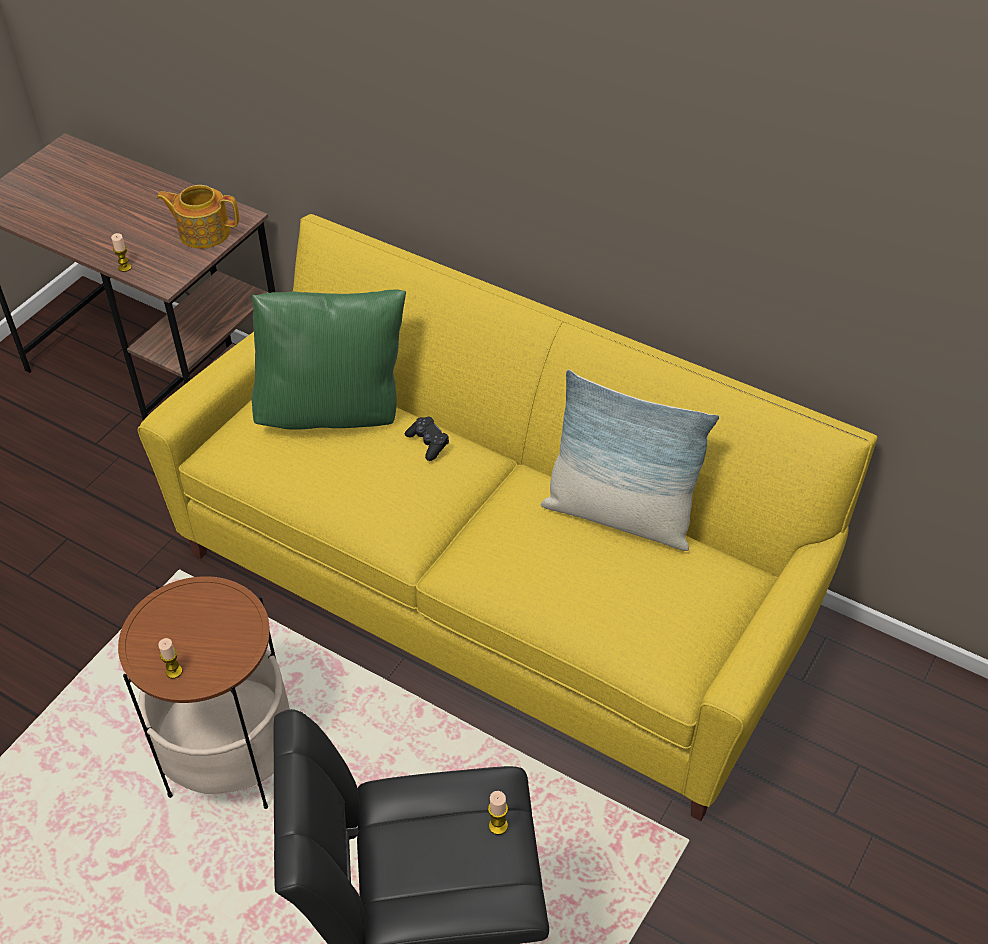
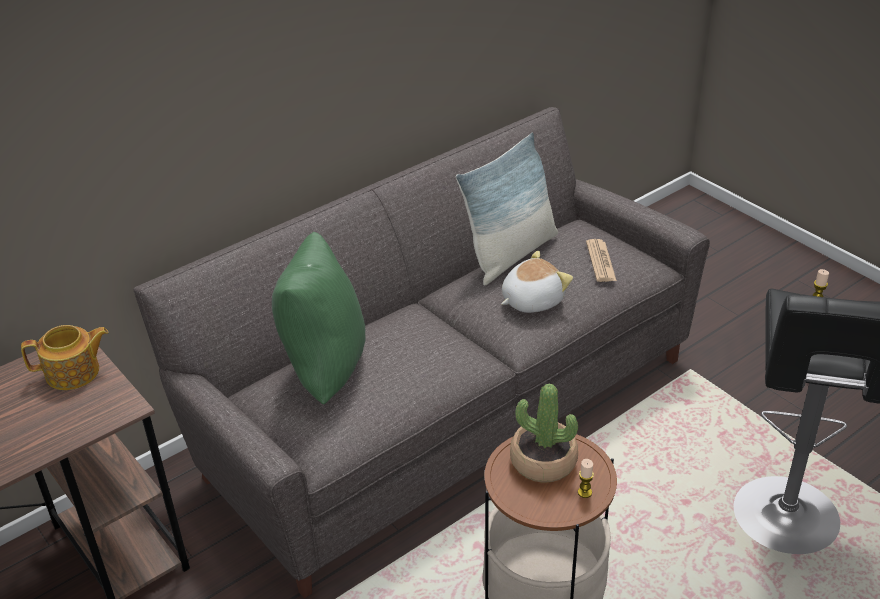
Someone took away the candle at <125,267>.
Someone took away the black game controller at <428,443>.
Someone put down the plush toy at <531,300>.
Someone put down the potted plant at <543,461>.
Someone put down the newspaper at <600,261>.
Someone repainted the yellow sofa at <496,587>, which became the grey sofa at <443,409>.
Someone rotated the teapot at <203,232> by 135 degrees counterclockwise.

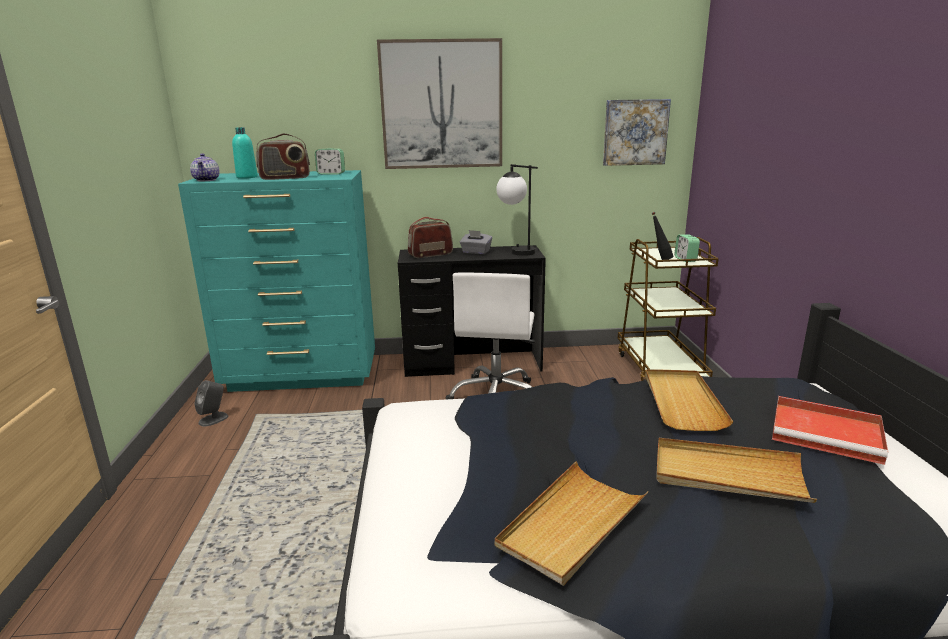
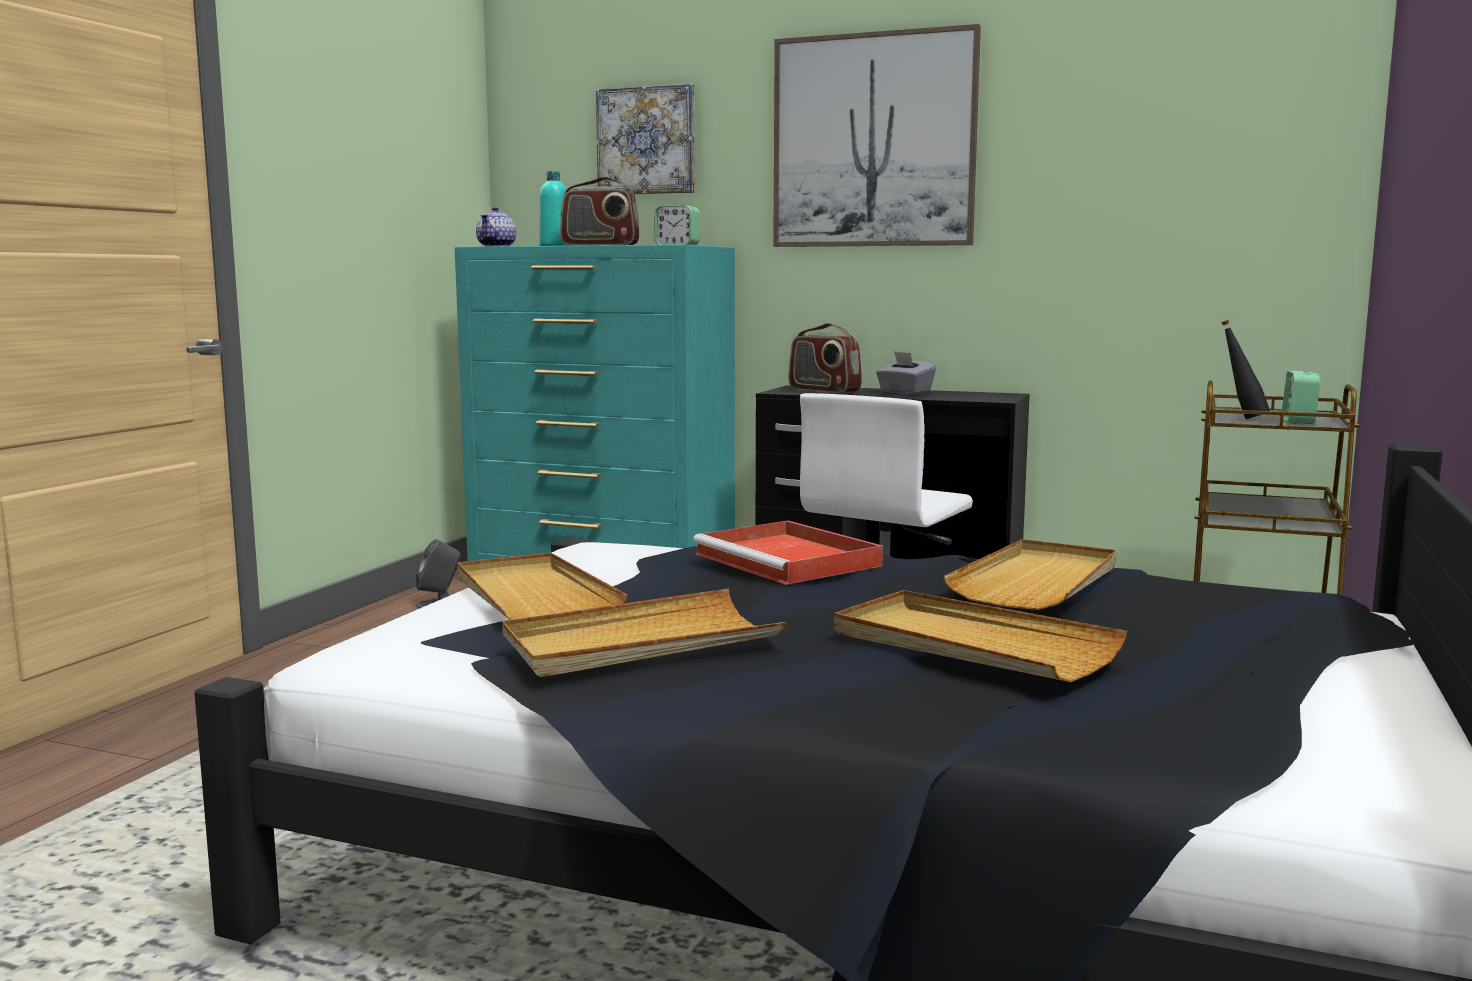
Someone took away the table lamp at <515,251>.
Someone put down the beige tray at <533,596>.
Someone carried the picture from <635,132> to <647,141>.
Someone carried the red tray from <828,433> to <790,560>.
Someone rotated the radio at <430,254> by 135 degrees counterclockwise.

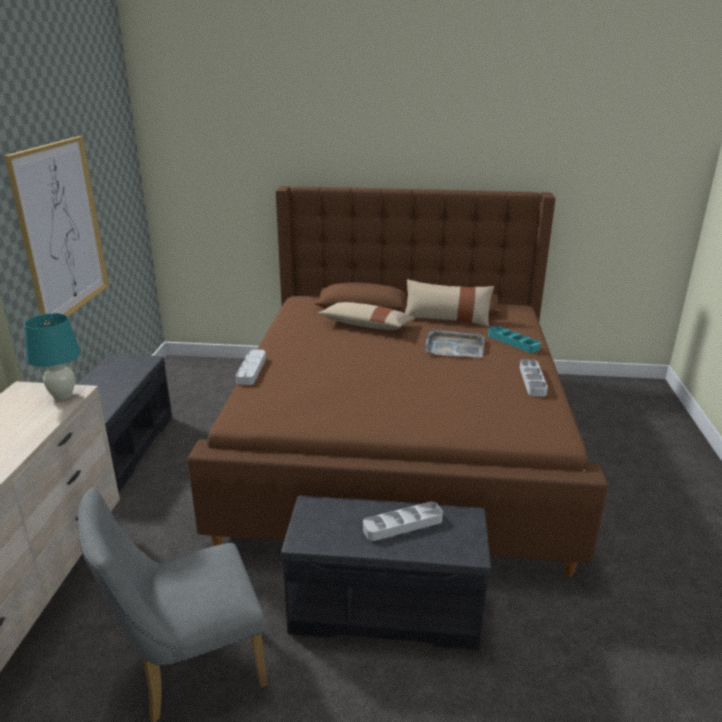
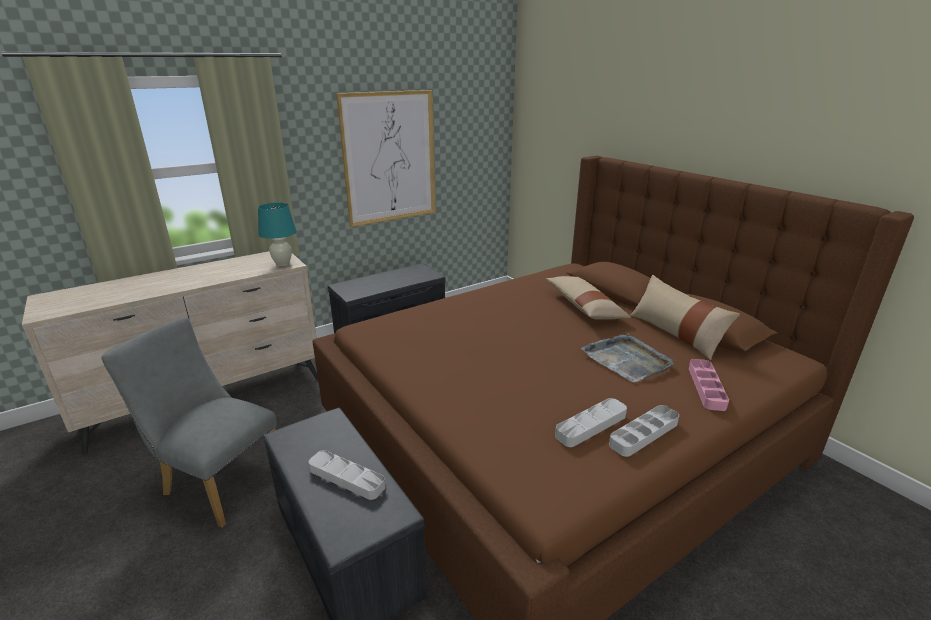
Someone carried the grey tray from <251,370> to <591,426>.
Someone repainted the turquoise tray at <513,342>, which became the pink tray at <706,387>.

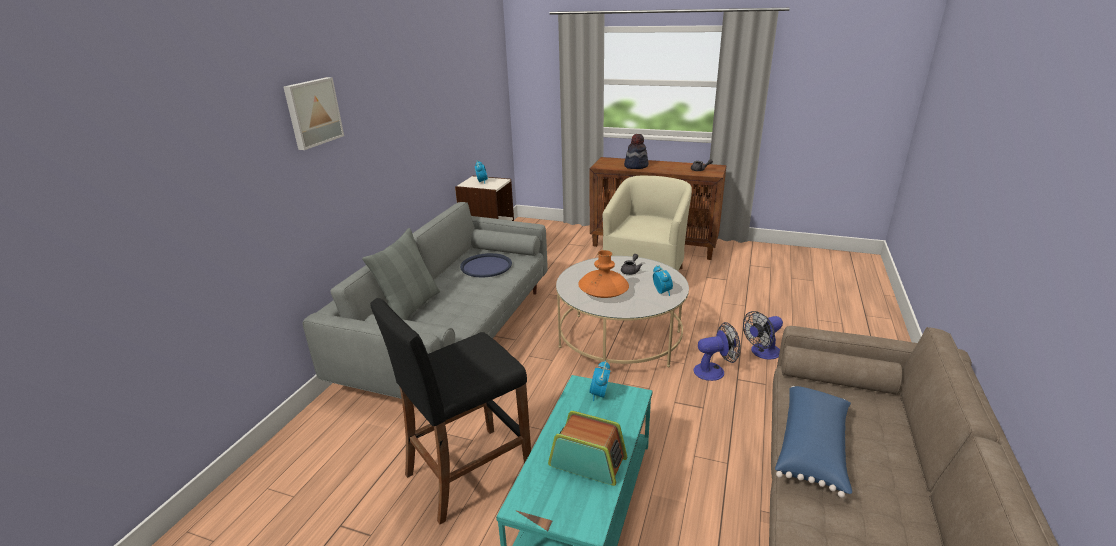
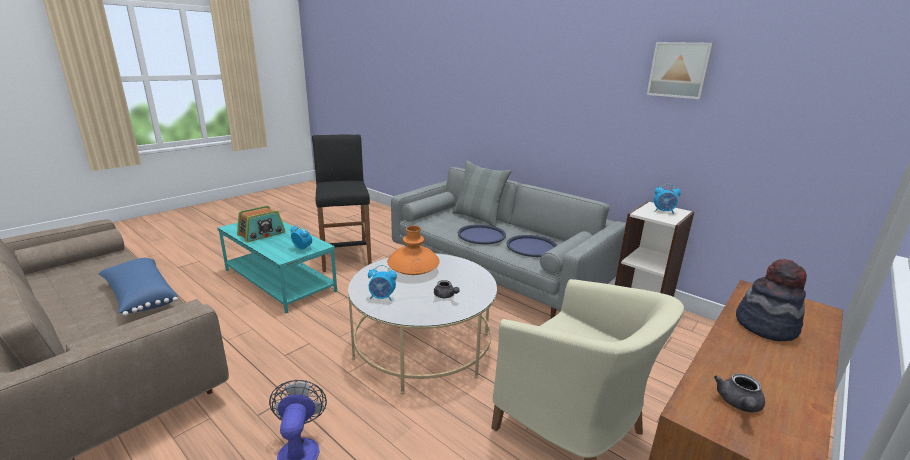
Someone took away the fan at <714,370>.
Someone put down the blue tray at <481,235>.
Someone carried the picture from <312,112> to <679,70>.

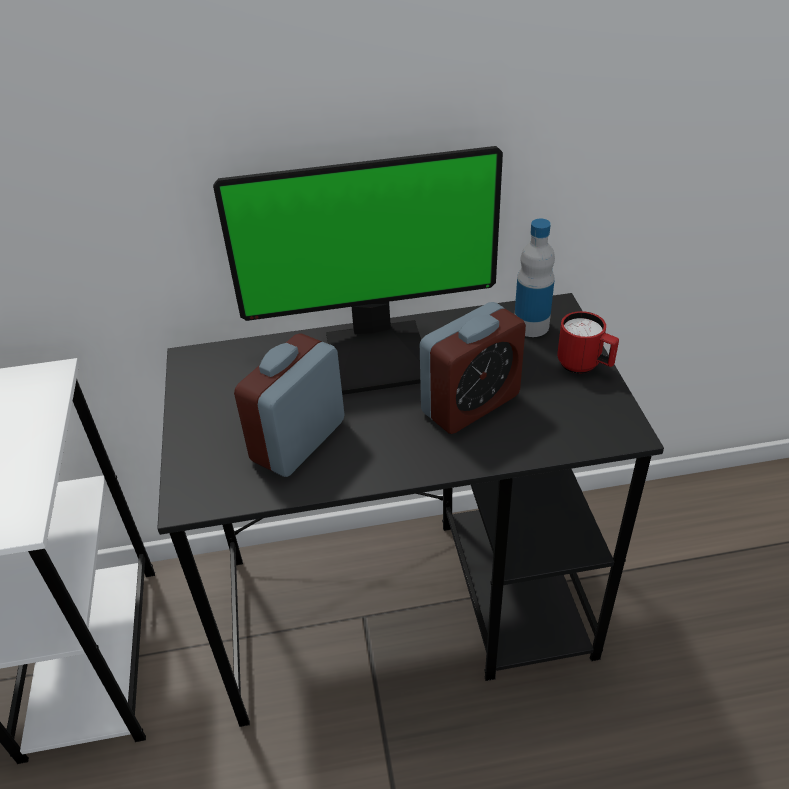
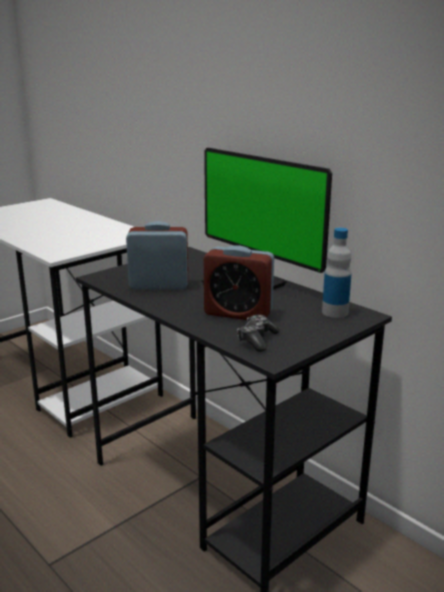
Someone took away the red mug at <584,366>.
Someone put down the game controller at <257,340>.

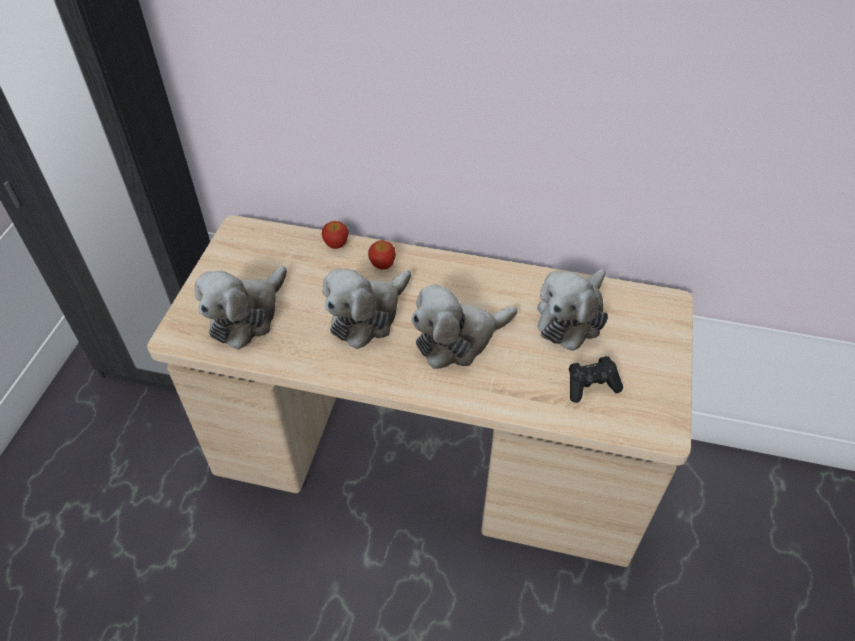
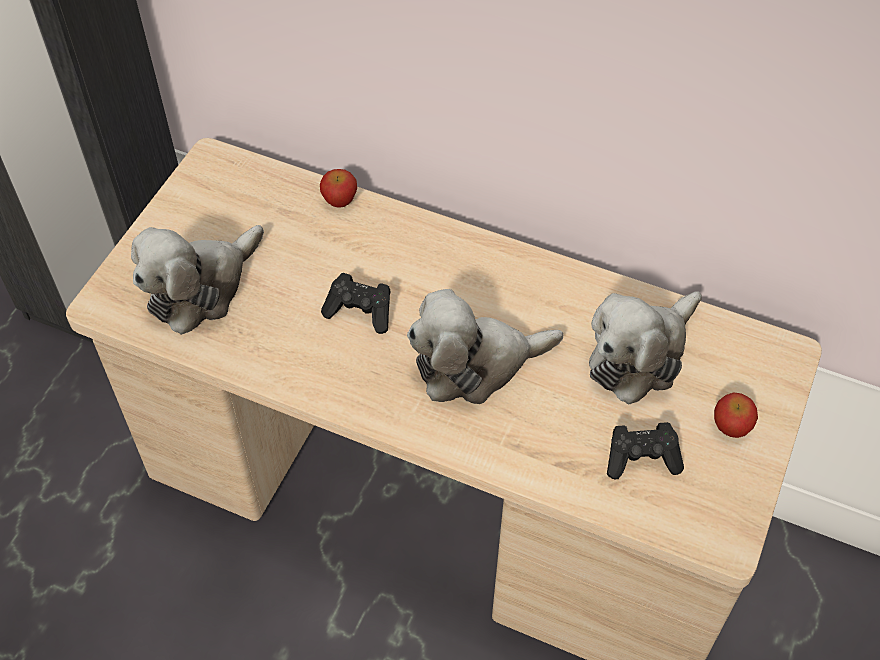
Someone carried the apple from <382,264> to <730,426>.
Someone swapped the plush toy at <368,316> for the black game controller at <360,311>.

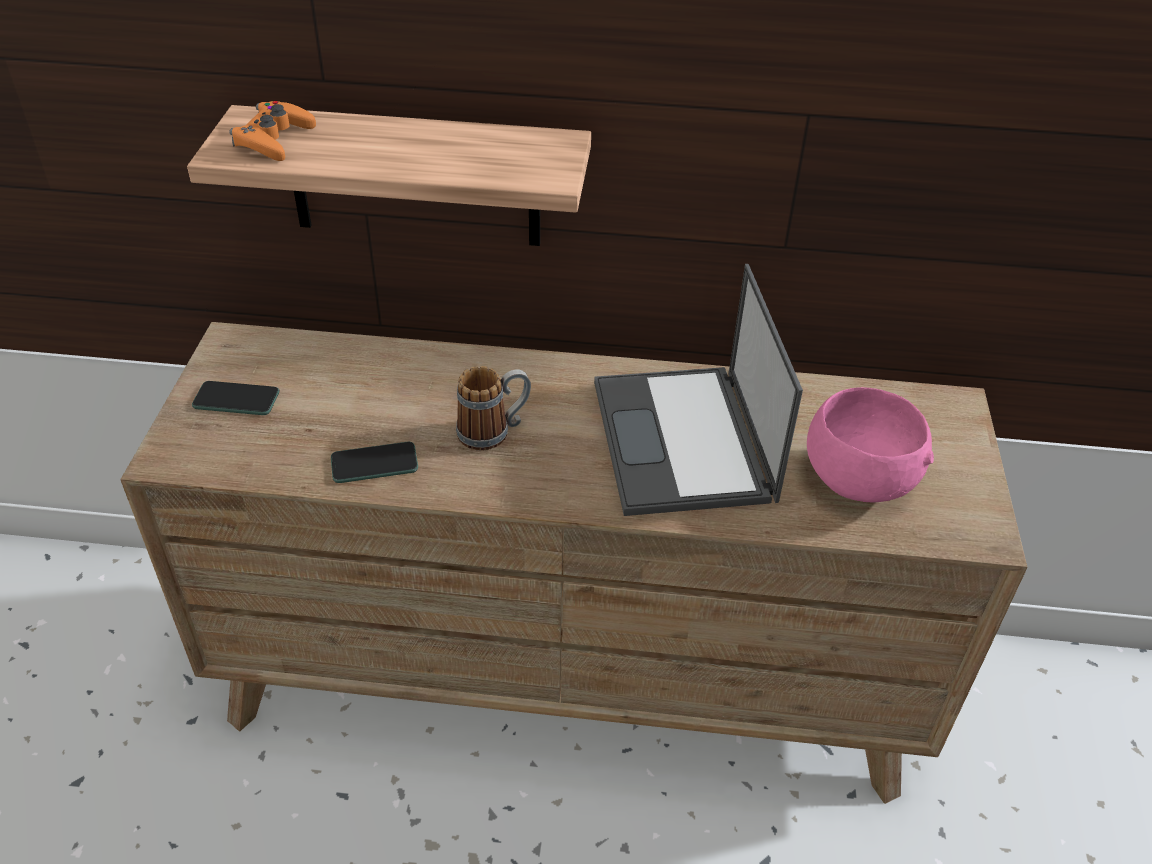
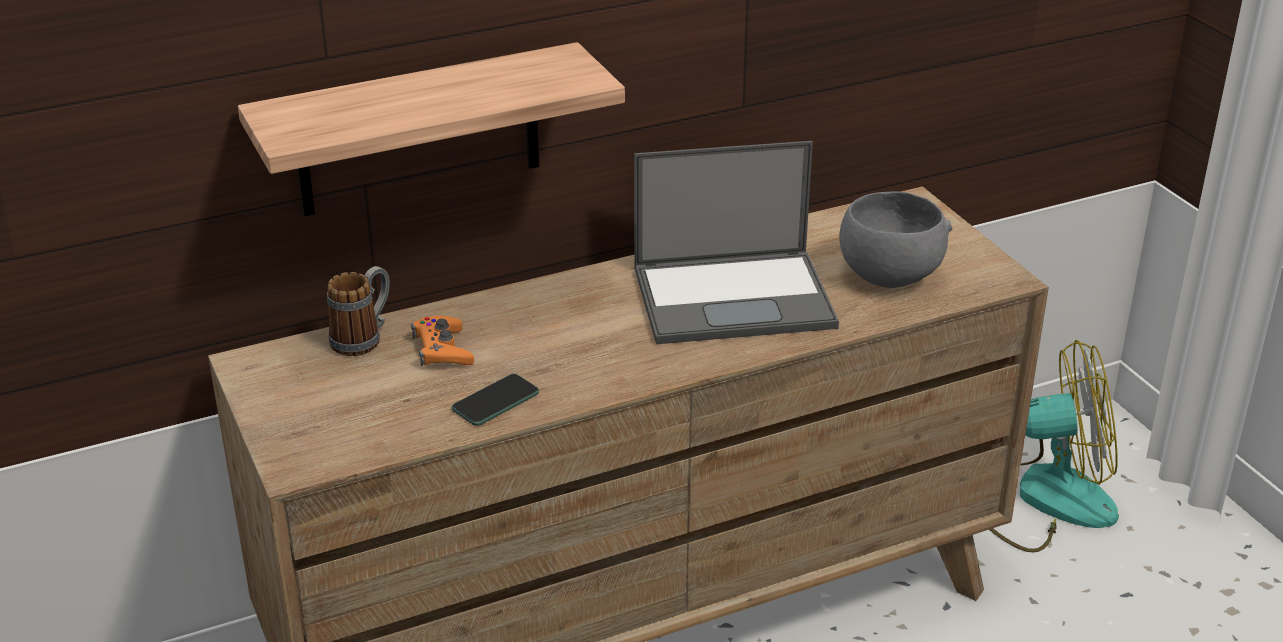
Someone took away the phone at <236,399>.
Someone put down the fan at <1041,498>.
Someone carried the orange game controller from <274,139> to <442,350>.
Someone carried the mug from <494,431> to <363,338>.
Someone repainted the pink bowl at <856,480>, which became the grey bowl at <887,276>.
Someone rotated the laptop at <683,442> by 60 degrees counterclockwise.

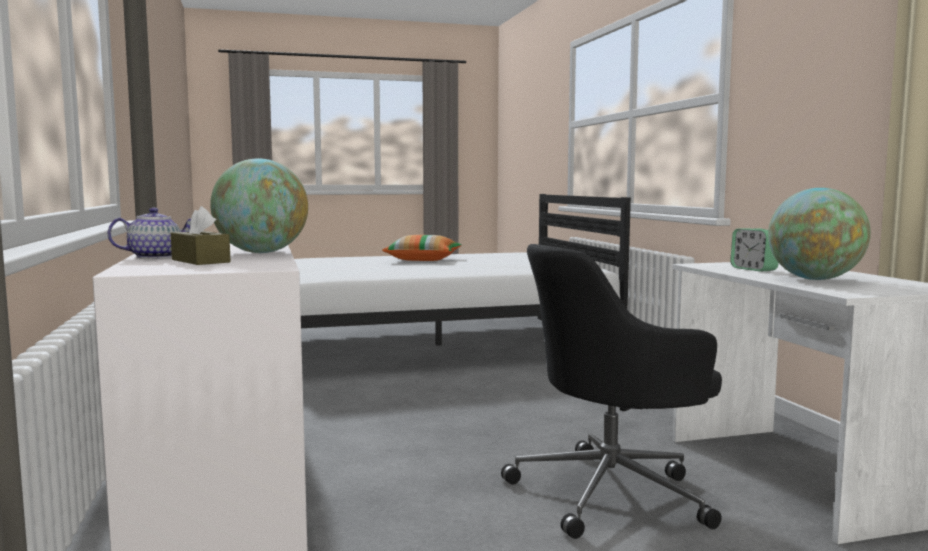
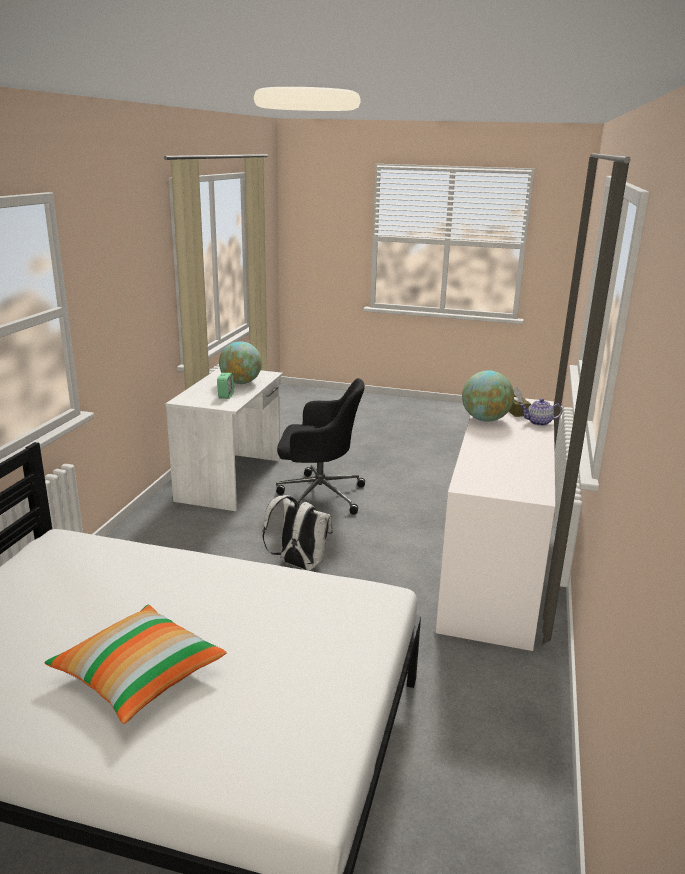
Someone put down the white backpack at <298,564>.

